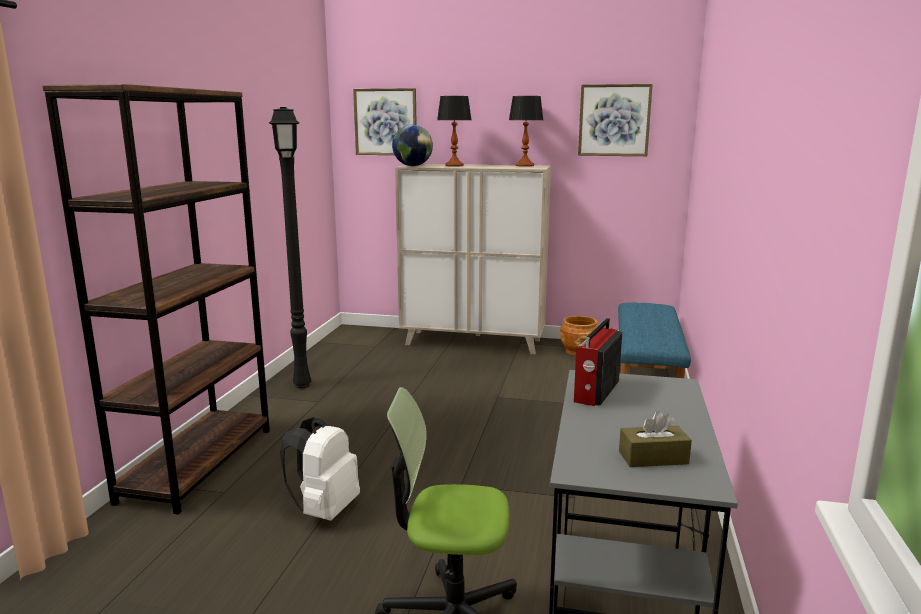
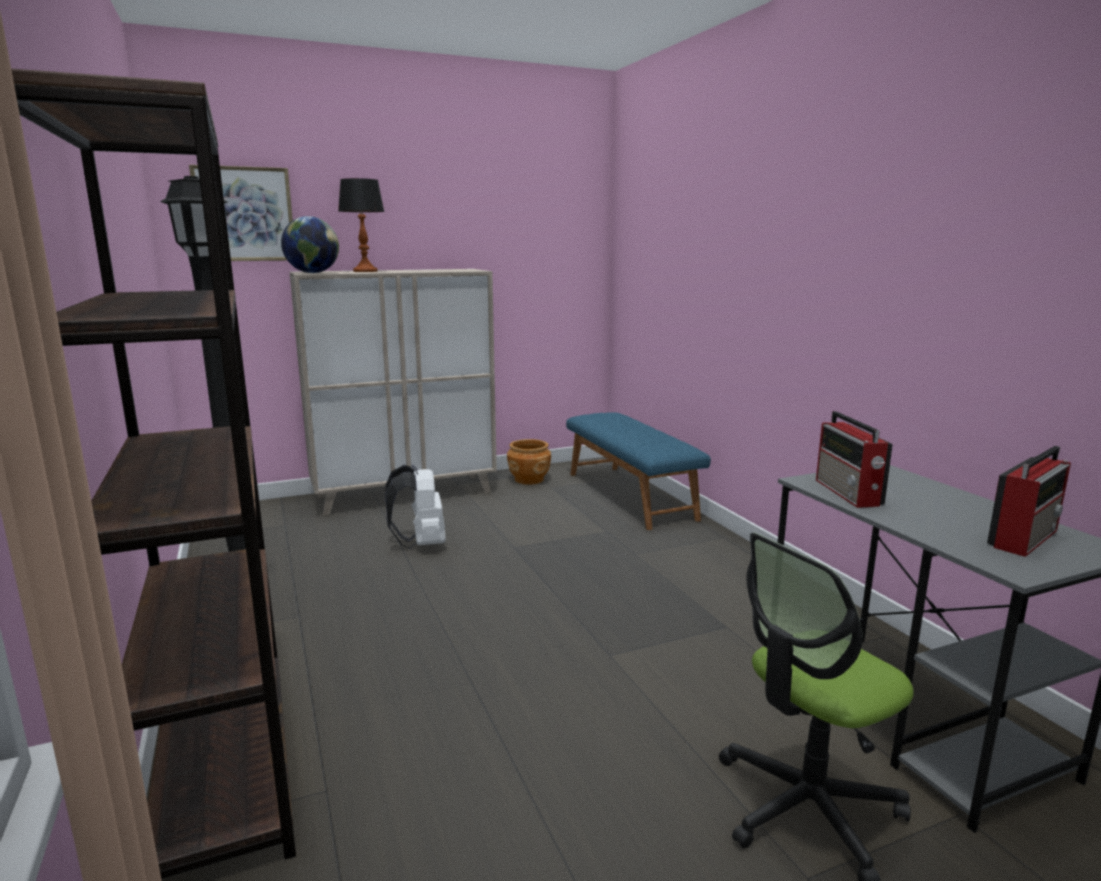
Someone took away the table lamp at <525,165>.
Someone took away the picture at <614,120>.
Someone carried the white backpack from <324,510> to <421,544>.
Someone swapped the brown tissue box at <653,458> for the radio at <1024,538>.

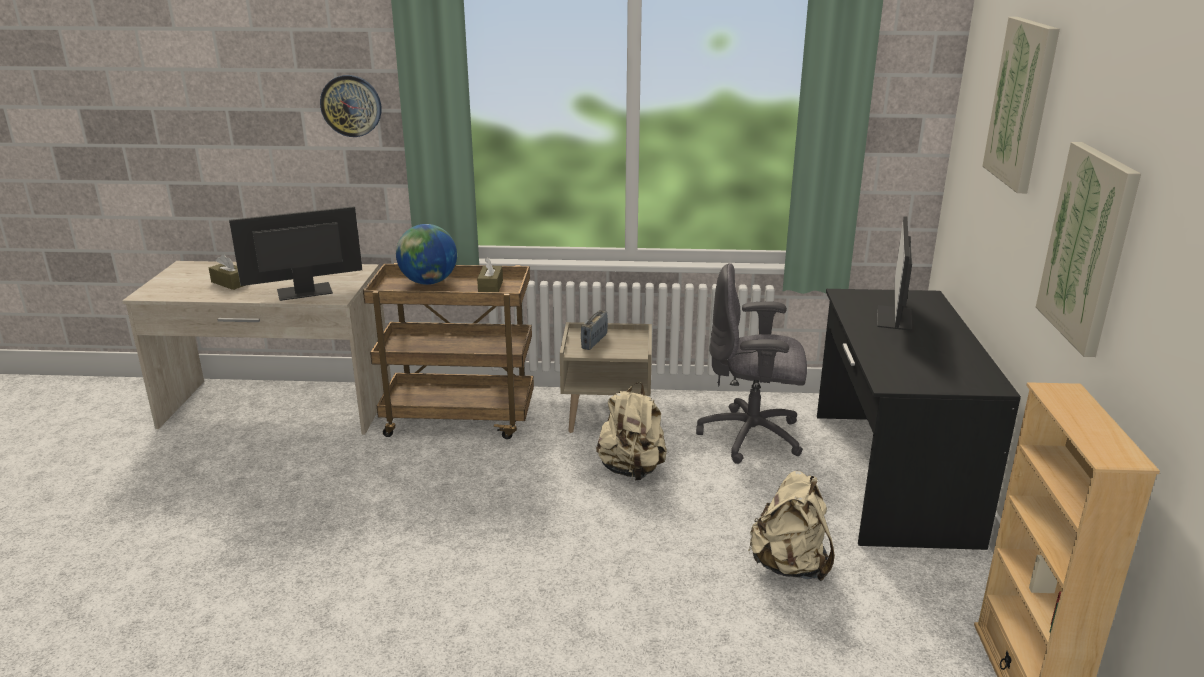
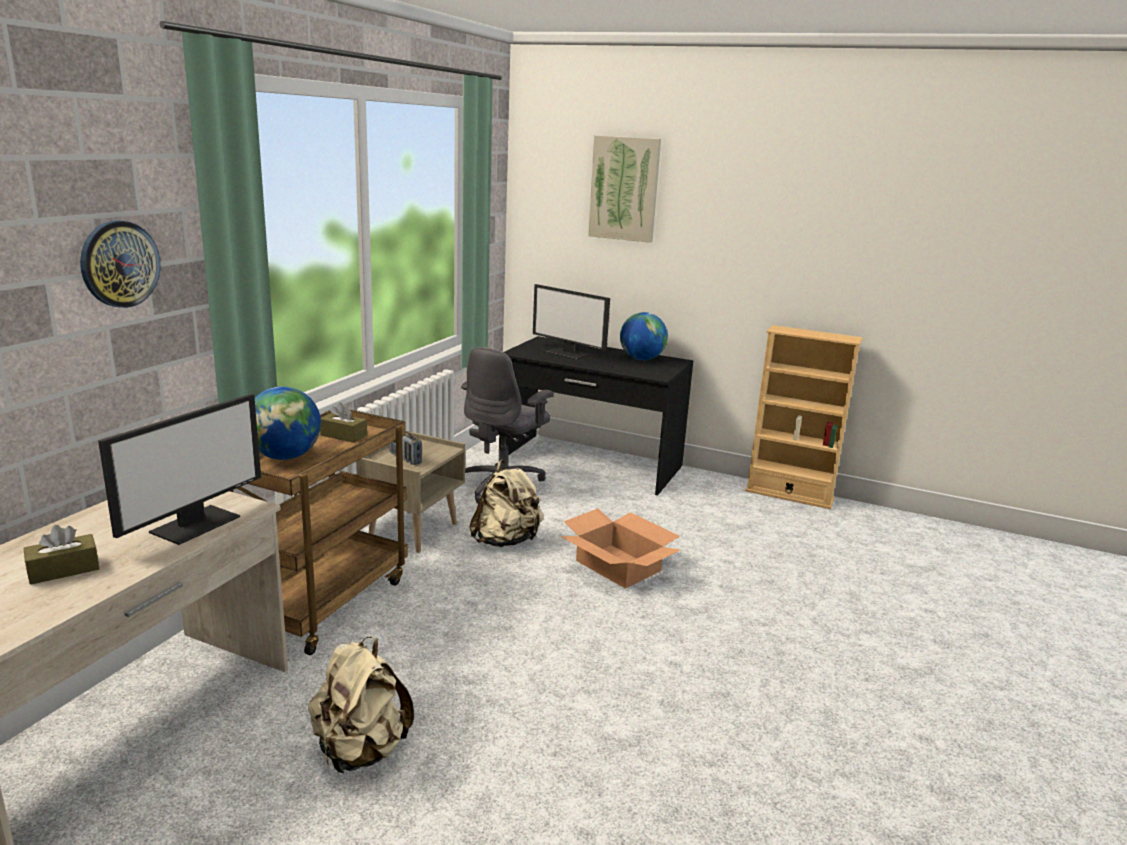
Someone took away the picture at <1088,247>.
Someone put down the cardboard box at <618,565>.
Someone put down the globe at <641,359>.
Someone carried the beige backpack from <789,565> to <360,751>.
Someone rotated the monitor at <304,292> by 150 degrees counterclockwise.

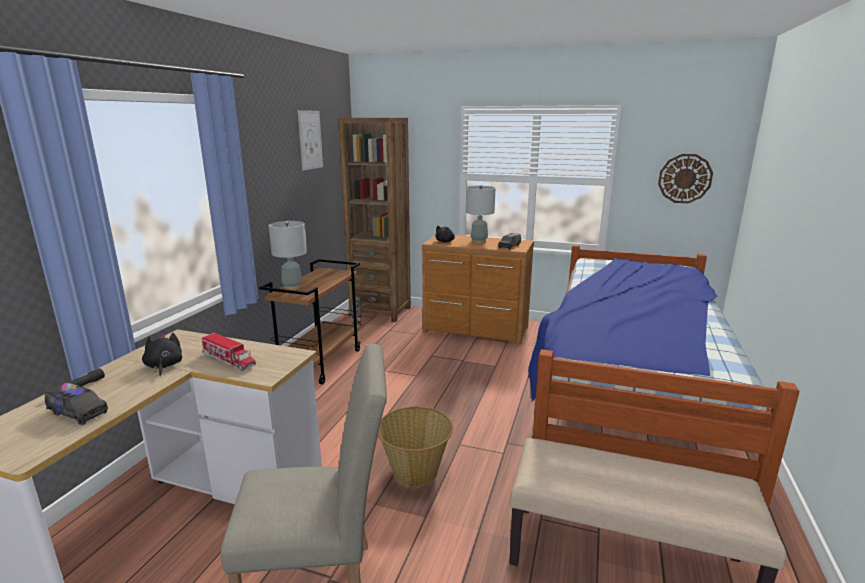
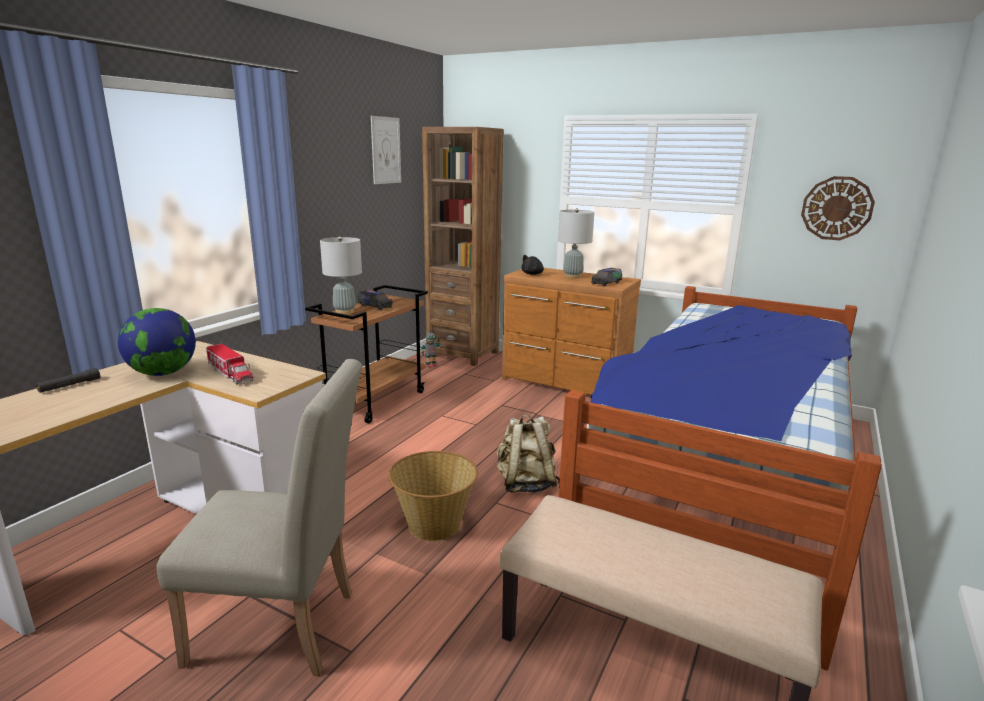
Someone put down the beige backpack at <525,484>.
Someone carried the toy truck from <78,412> to <375,306>.
Someone swapped the black plush toy at <164,366> for the globe at <163,373>.

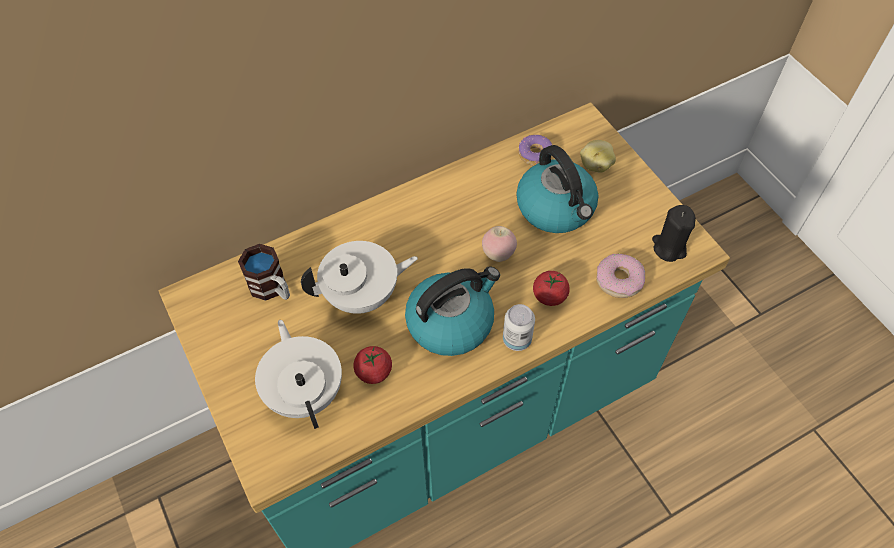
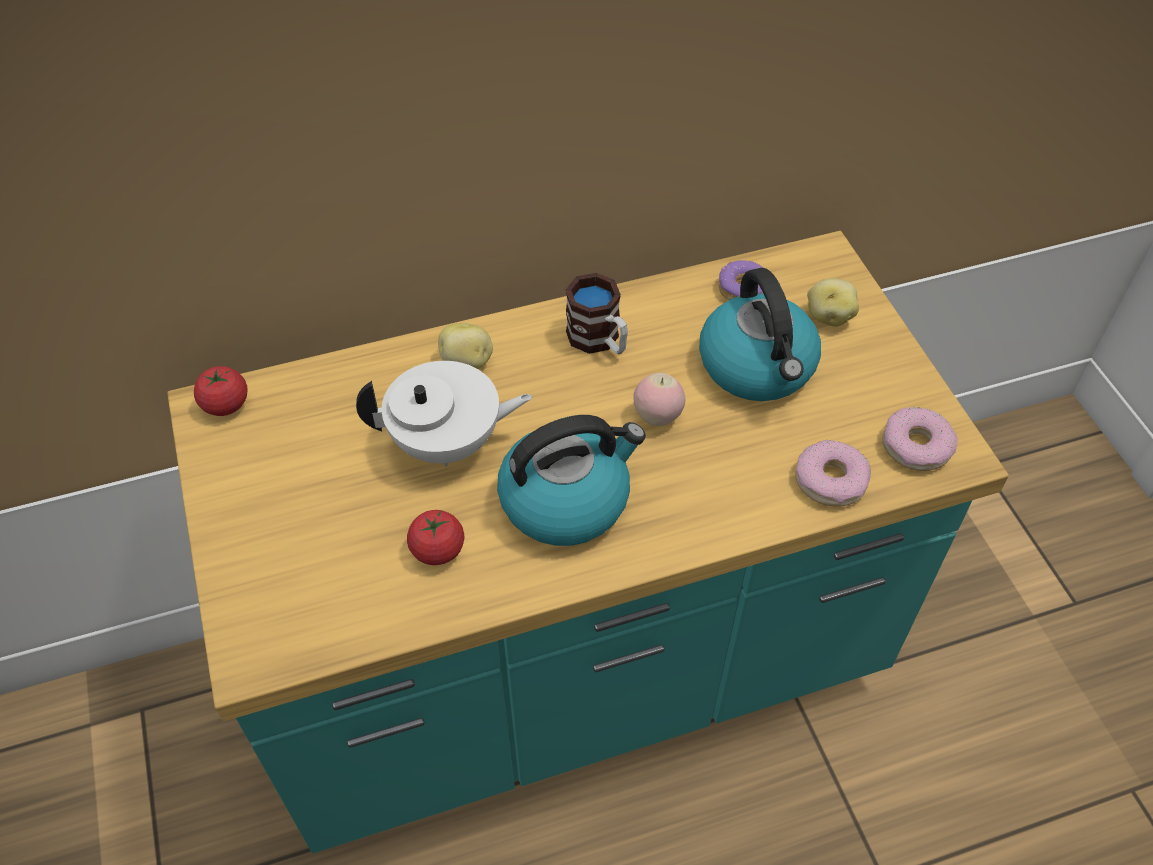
Someone took away the white teapot at <305,391>.
Someone took away the can at <517,339>.
Someone put down the potato at <467,362>.
Someone carried the mug from <272,289> to <599,341>.
Someone carried the tomato from <549,296> to <225,404>.
Someone swapped the black candle at <669,247> for the donut at <916,446>.

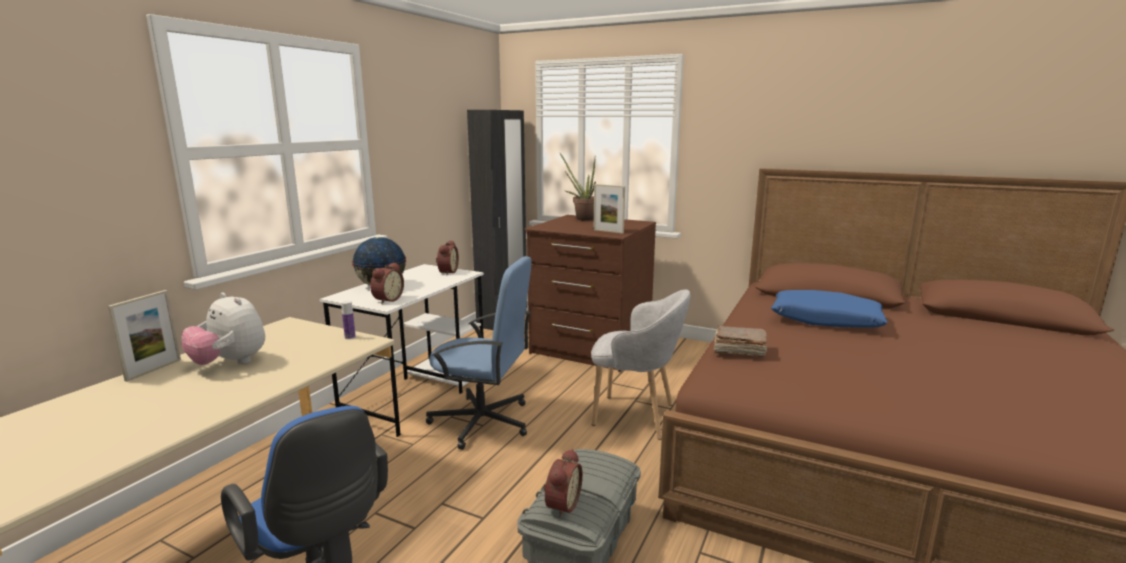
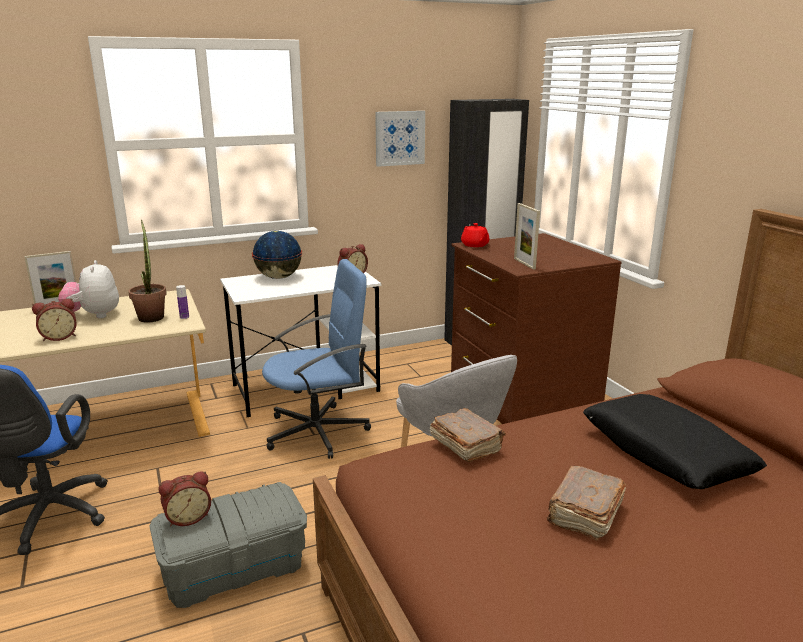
Someone put up the picture at <399,138>.
Someone put down the red teapot at <475,245>.
Someone put down the brown book at <584,514>.
Someone carried the alarm clock from <387,300> to <59,337>.
Someone carried the potted plant from <581,218> to <151,316>.
Someone repainted the blue pillow at <825,320>, which became the black pillow at <665,454>.
Someone rotated the blue office chair at <483,422> by 75 degrees counterclockwise.

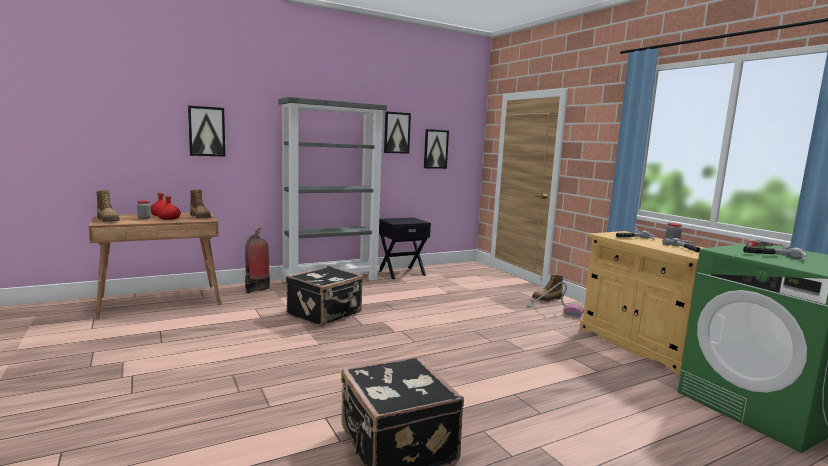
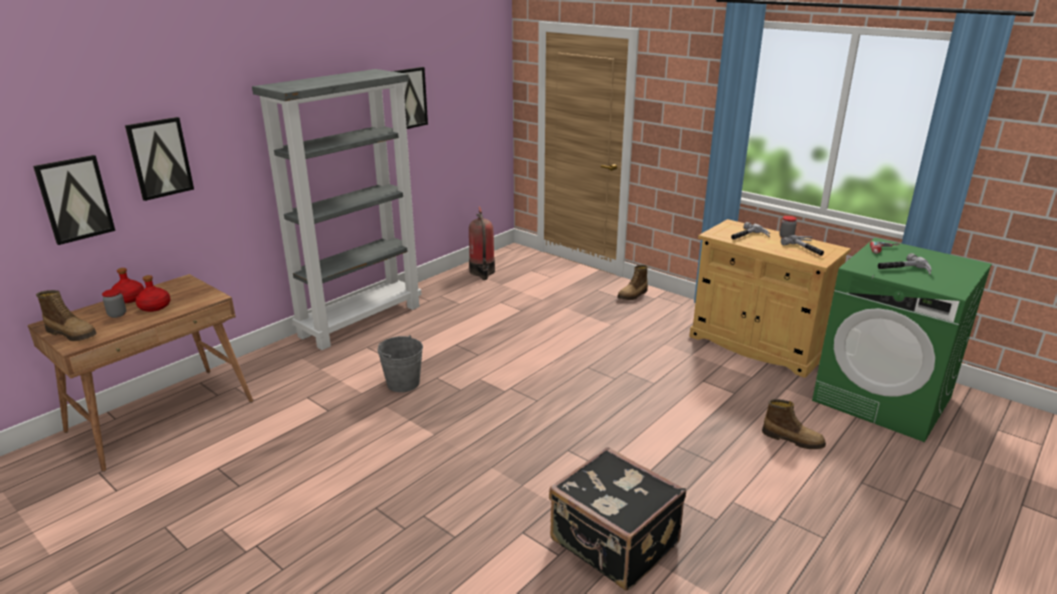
Someone took away the black nightstand at <401,273>.
Someone took away the vacuum cleaner at <554,310>.
Someone carried the boot from <200,217> to <792,439>.
Someone carried the fire extinguisher from <256,288> to <482,272>.
Someone carried the picture from <435,149> to <75,199>.
Someone swapped the black suitcase at <325,314> for the grey bucket at <403,383>.

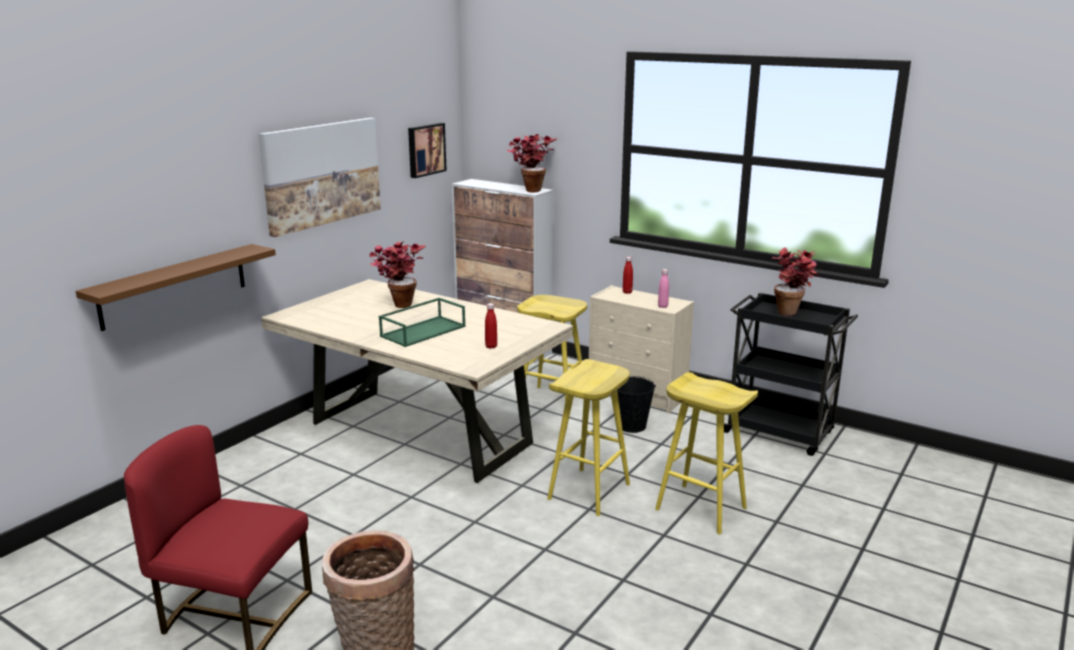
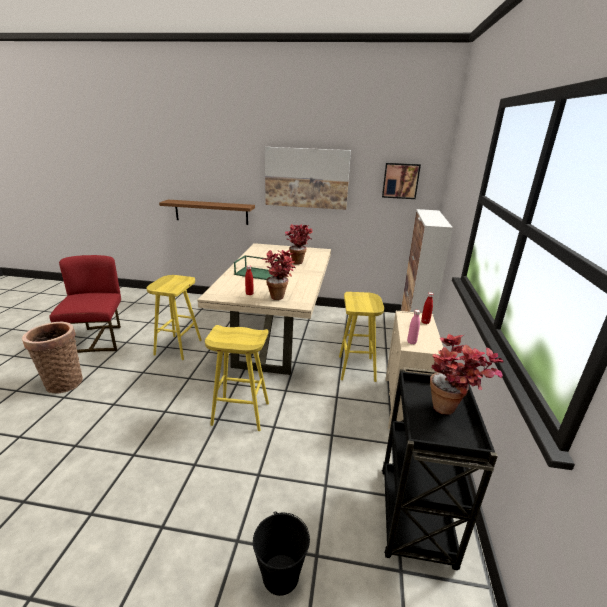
Someone carried the potted plant from <529,190> to <280,296>.
Someone carried the black bucket from <631,426> to <280,575>.
Someone carried the yellow stool from <699,508> to <178,347>.

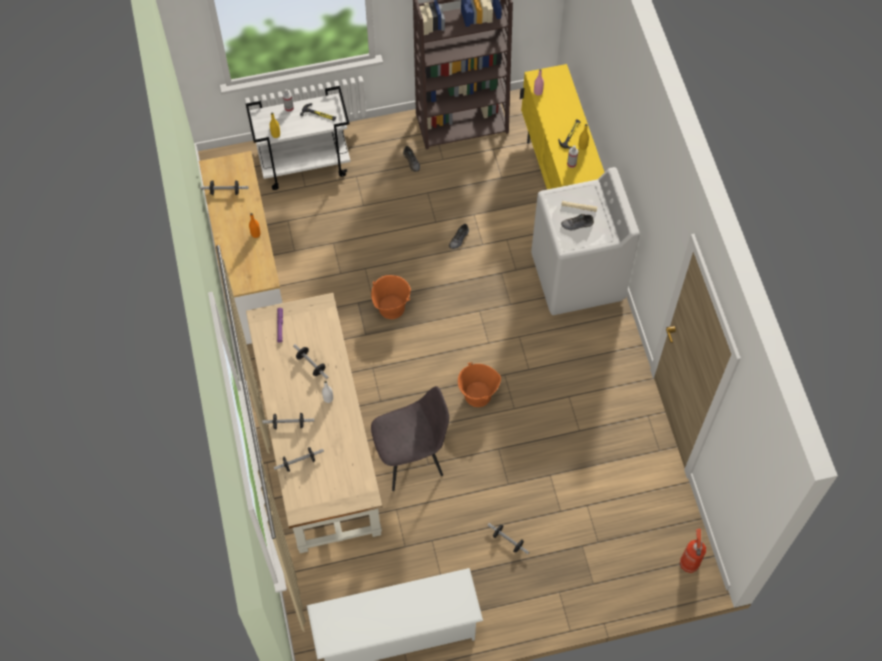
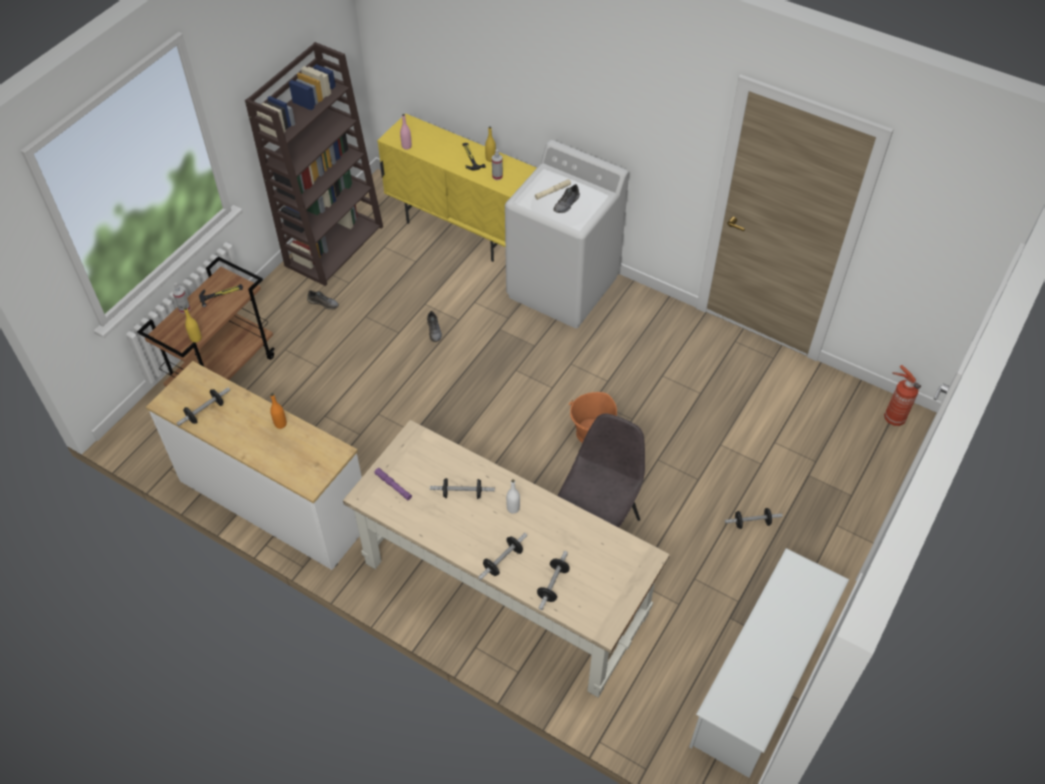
Someone took away the orange bucket at <391,307>.
Someone repainted the white cart at <305,164>, which became the brown cart at <224,373>.

